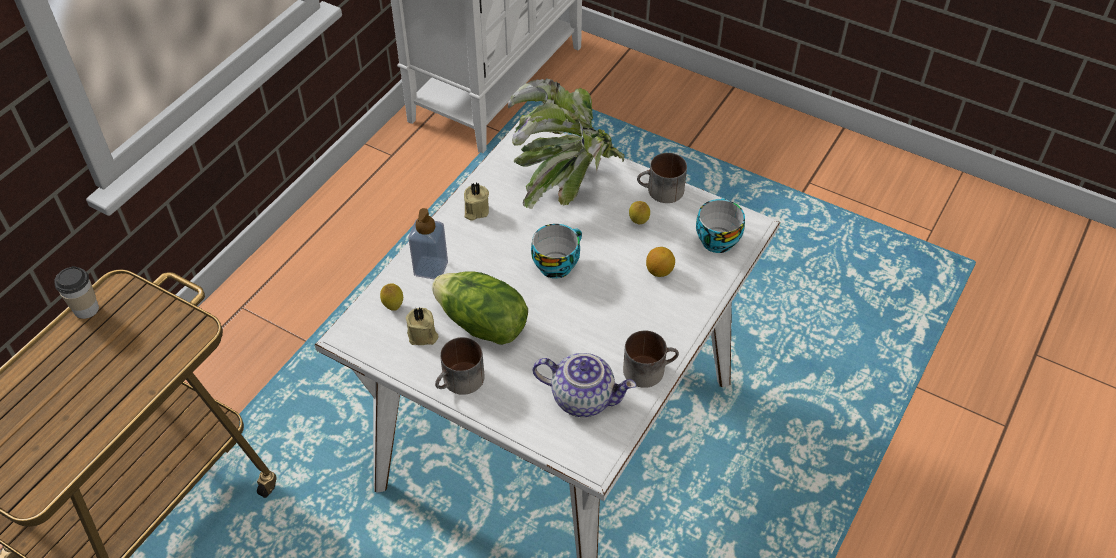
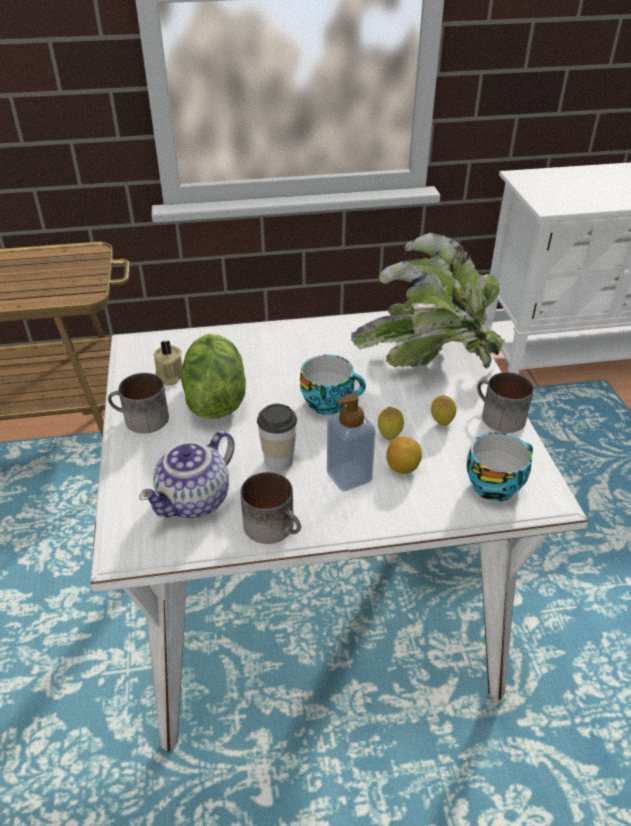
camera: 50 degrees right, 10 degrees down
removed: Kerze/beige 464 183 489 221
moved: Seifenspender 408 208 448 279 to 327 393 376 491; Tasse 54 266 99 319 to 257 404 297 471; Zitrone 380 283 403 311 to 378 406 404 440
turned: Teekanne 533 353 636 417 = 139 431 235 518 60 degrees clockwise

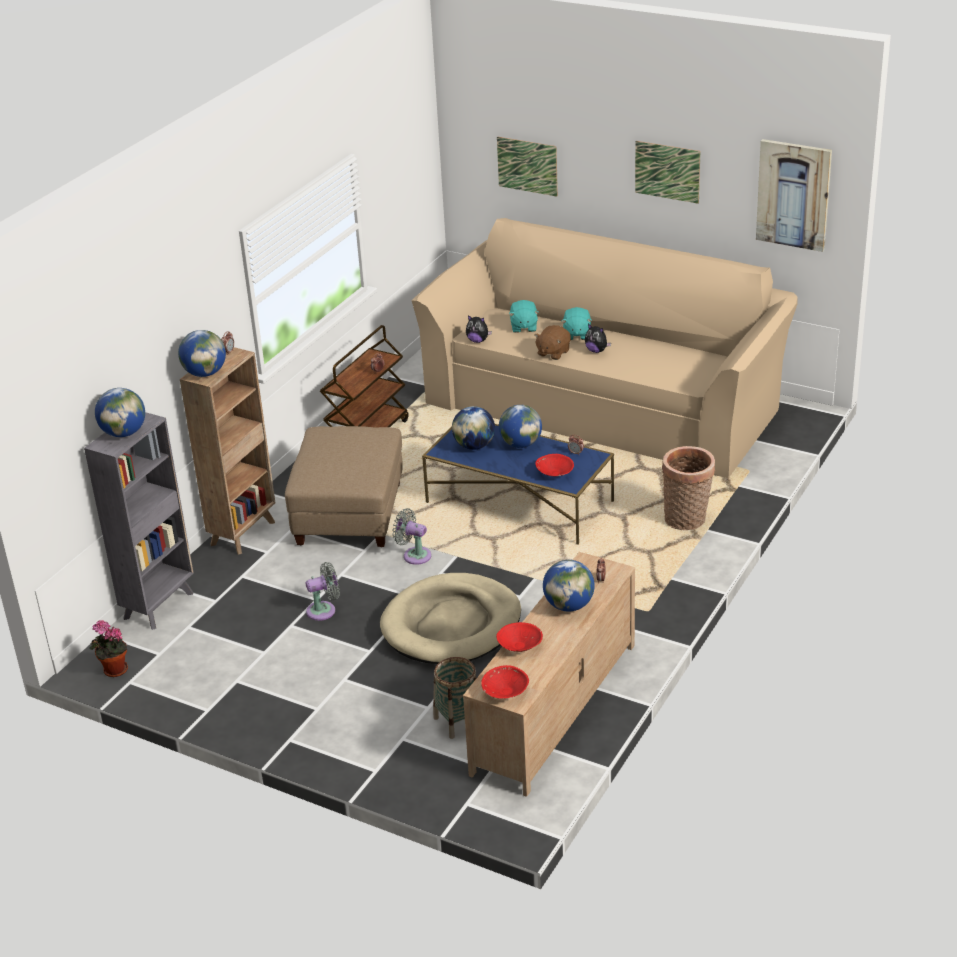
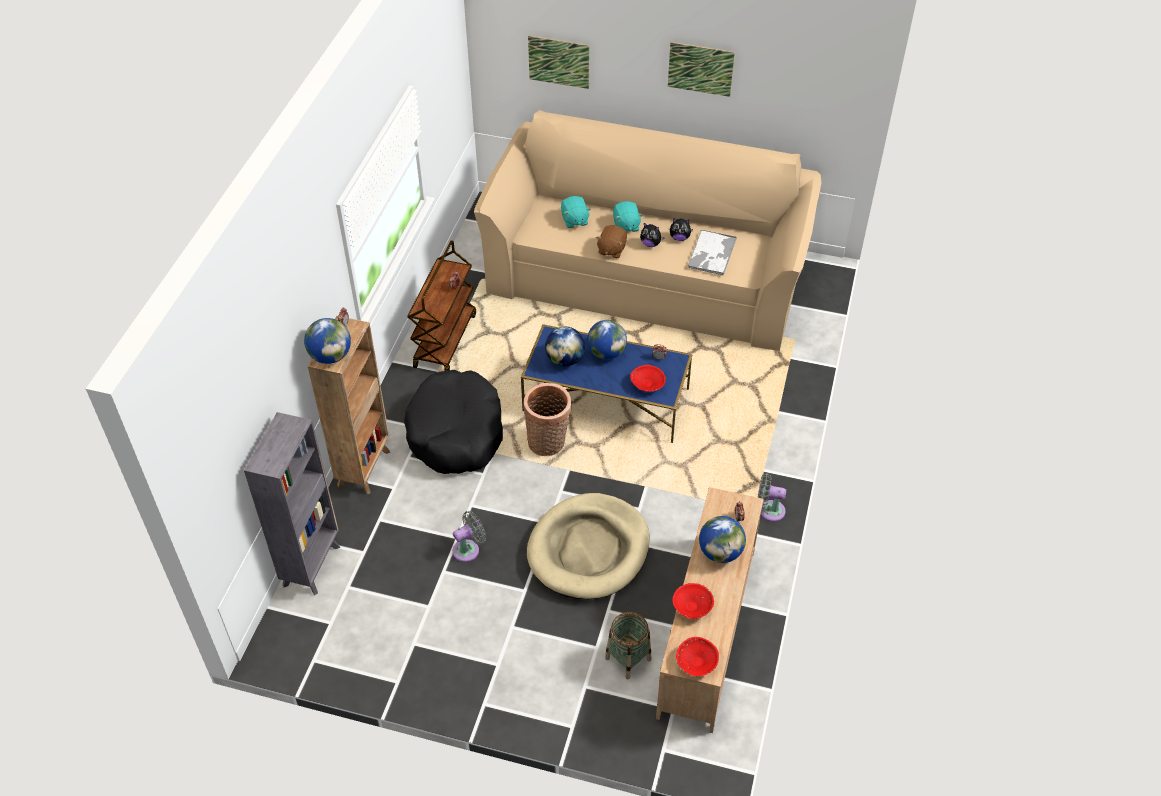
camera: 15 degrees left, 15 degrees up
removed: Bild 756 139 832 252; Globus 95 388 145 437; Topfpflanze 89 620 128 677
added: Tablett 687 230 737 275
moved: Plüschtier 466 315 492 343 to 670 218 693 241; Korb 662 446 715 530 to 523 383 571 456; Ventilator/grau 392 508 431 565 to 758 473 786 522
replaced: Polsterhocker/beige 285 426 403 547 to Hundebett/schwarz 404 370 503 474

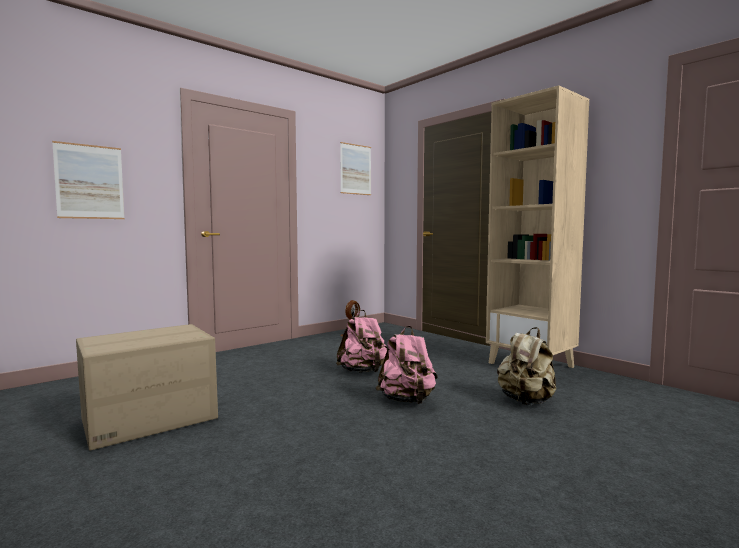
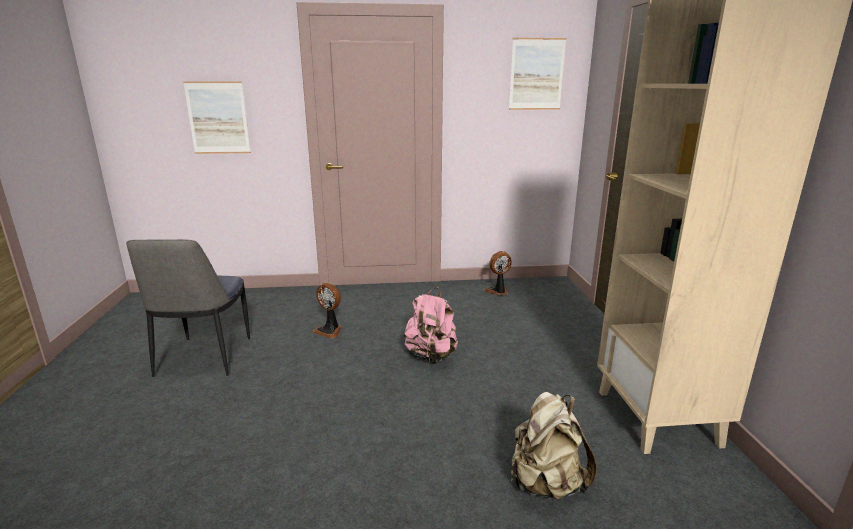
camera: 35 degrees right, 15 degrees up
removed: Rucksack/rosa 376 326 438 404
added: Ventilator 313 283 342 338
replaced: Karton 76 324 218 451 to Stuhl 126 239 250 377

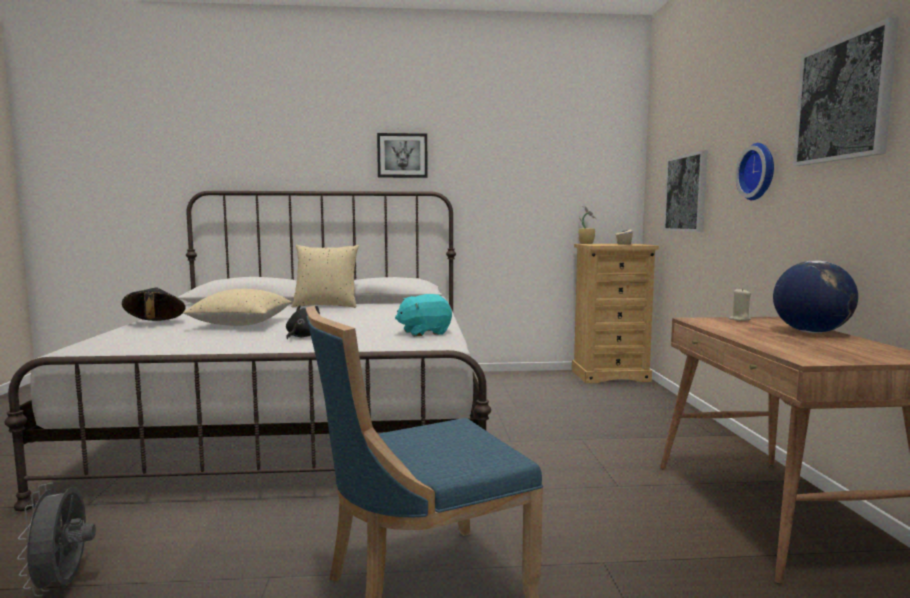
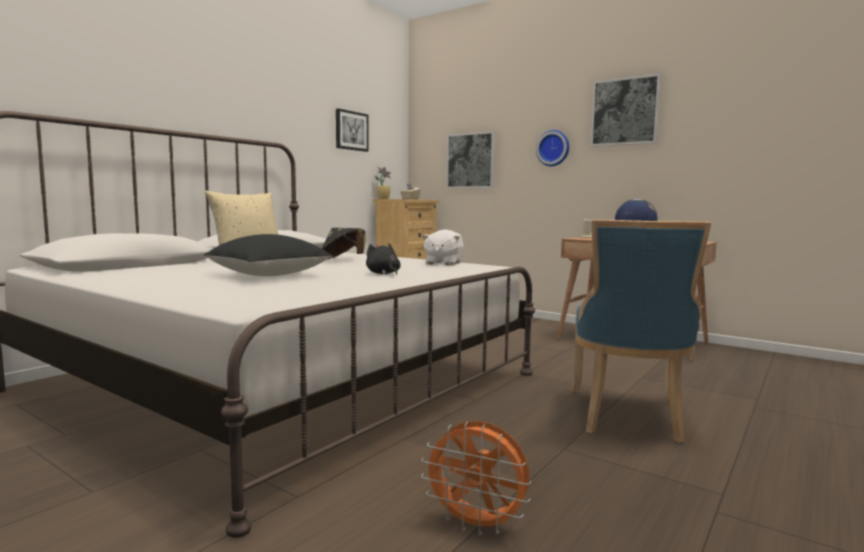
camera: 50 degrees left, 0 degrees up
moved: Bild 377 133 428 178 to 336 108 369 152; Hut/schwarz 122 287 186 321 to 322 228 366 259
recoloured: Kissen/beige 183 289 292 326 to Kissen/schwarz 204 234 333 276; Plüschtier/türkis 395 294 452 337 to Plüschtier/weiß 422 229 464 265; Ventilator/grau 17 483 96 597 to Ventilator/orange 421 421 532 535

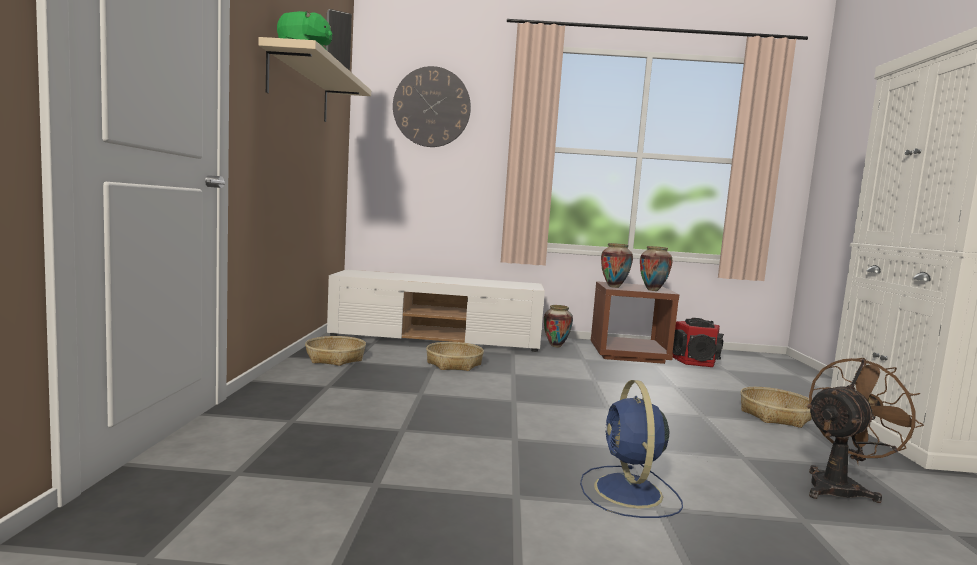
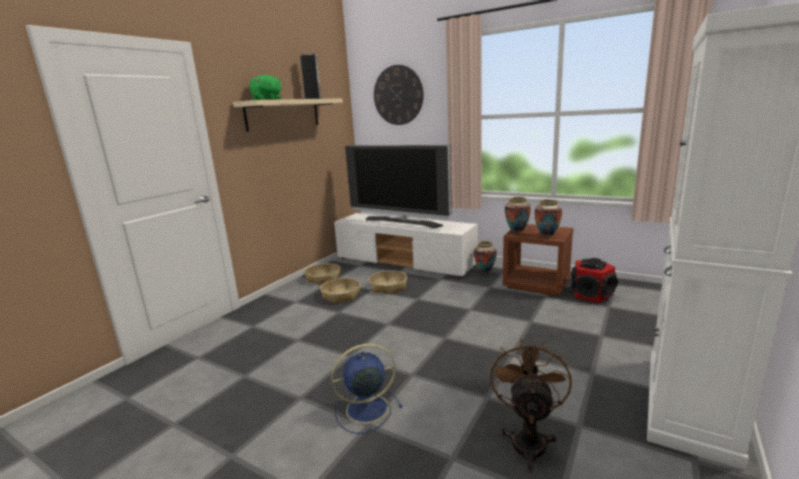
camera: 30 degrees right, 10 degrees up
added: Fernseher 345 145 452 228
moved: Korb 740 387 812 428 to 320 278 360 304
turned: Ventilator/braun 807 358 924 503 = 490 338 572 472 75 degrees counterclockwise; Ventilator/blau 580 380 683 518 = 331 344 402 434 45 degrees clockwise

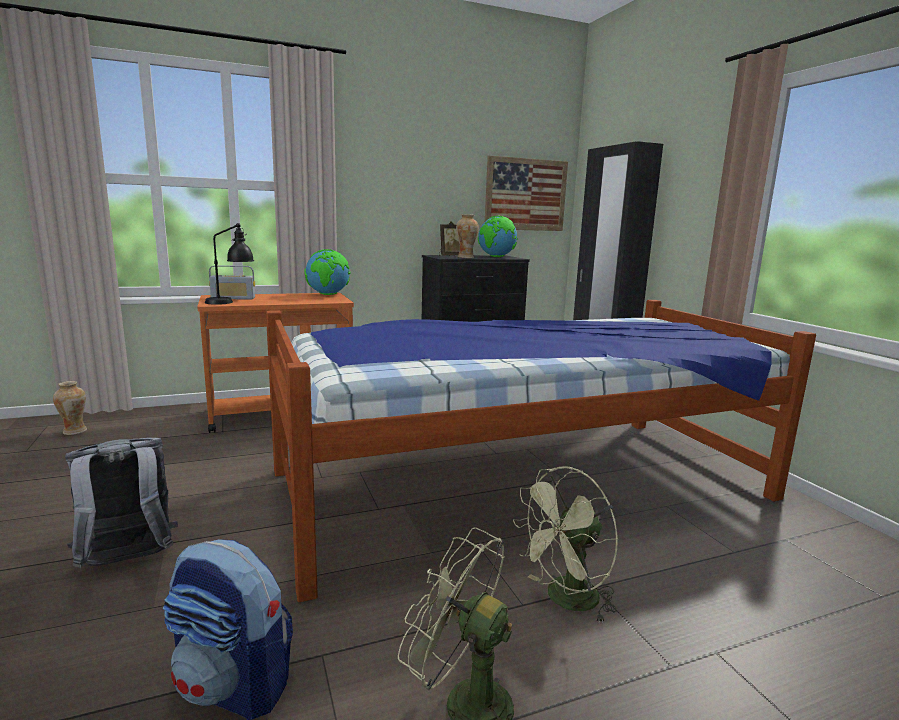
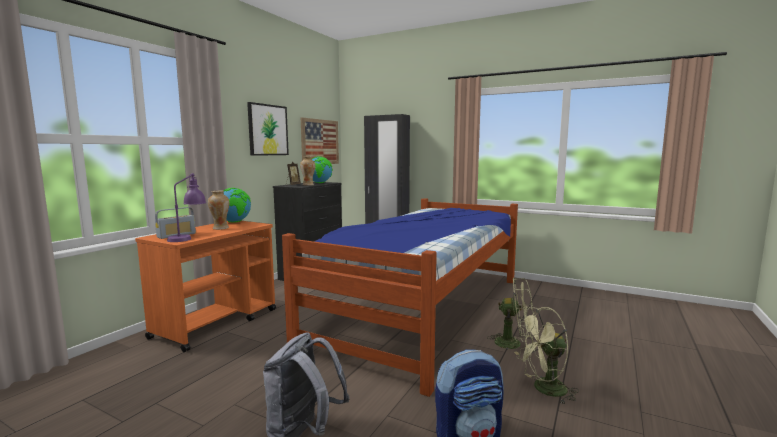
camera: 40 degrees left, 5 degrees down
added: Bild 247 102 289 156
moved: Vase 53 381 87 435 to 208 191 229 230
recoloured: Tischlampe/schwarz 205 223 254 305 to Tischlampe/lila 167 173 207 242
turned: Ventilator/grün 513 466 618 623 = 488 278 534 355 90 degrees counterclockwise

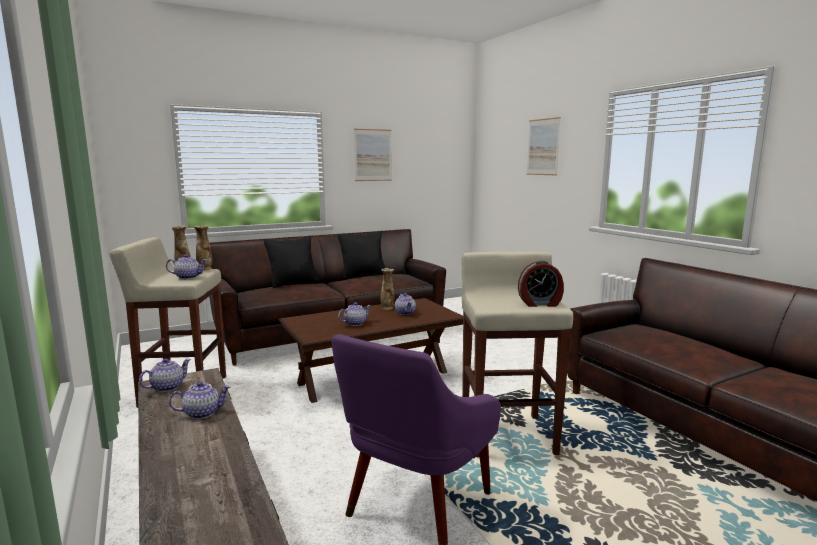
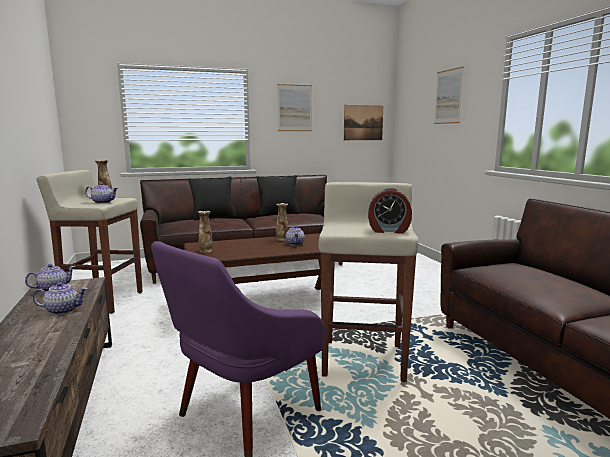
camera: 10 degrees right, 0 degrees up
removed: Teekanne 338 302 371 326
added: Bild 344 105 383 140
moved: Vase 194 225 213 271 to 198 211 213 252

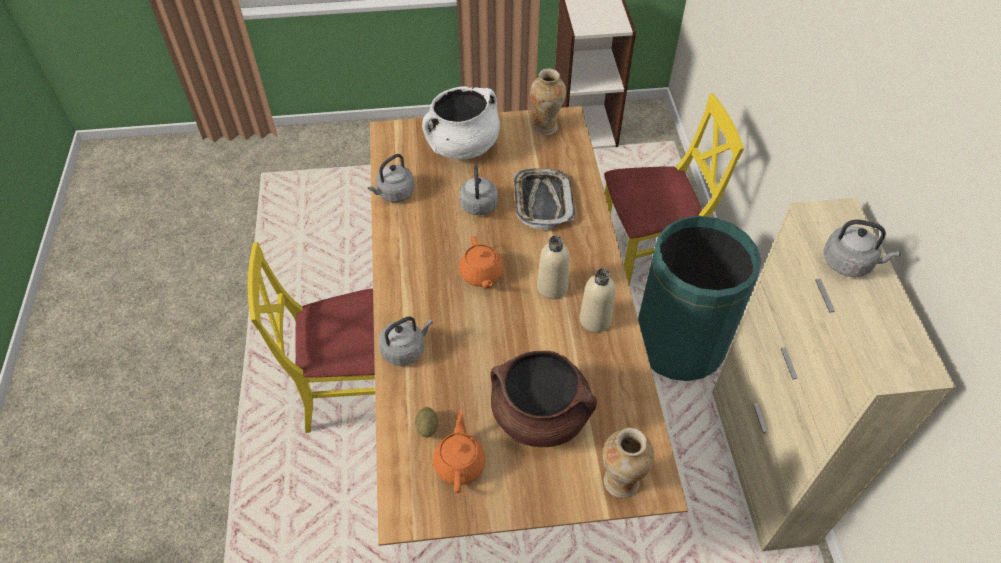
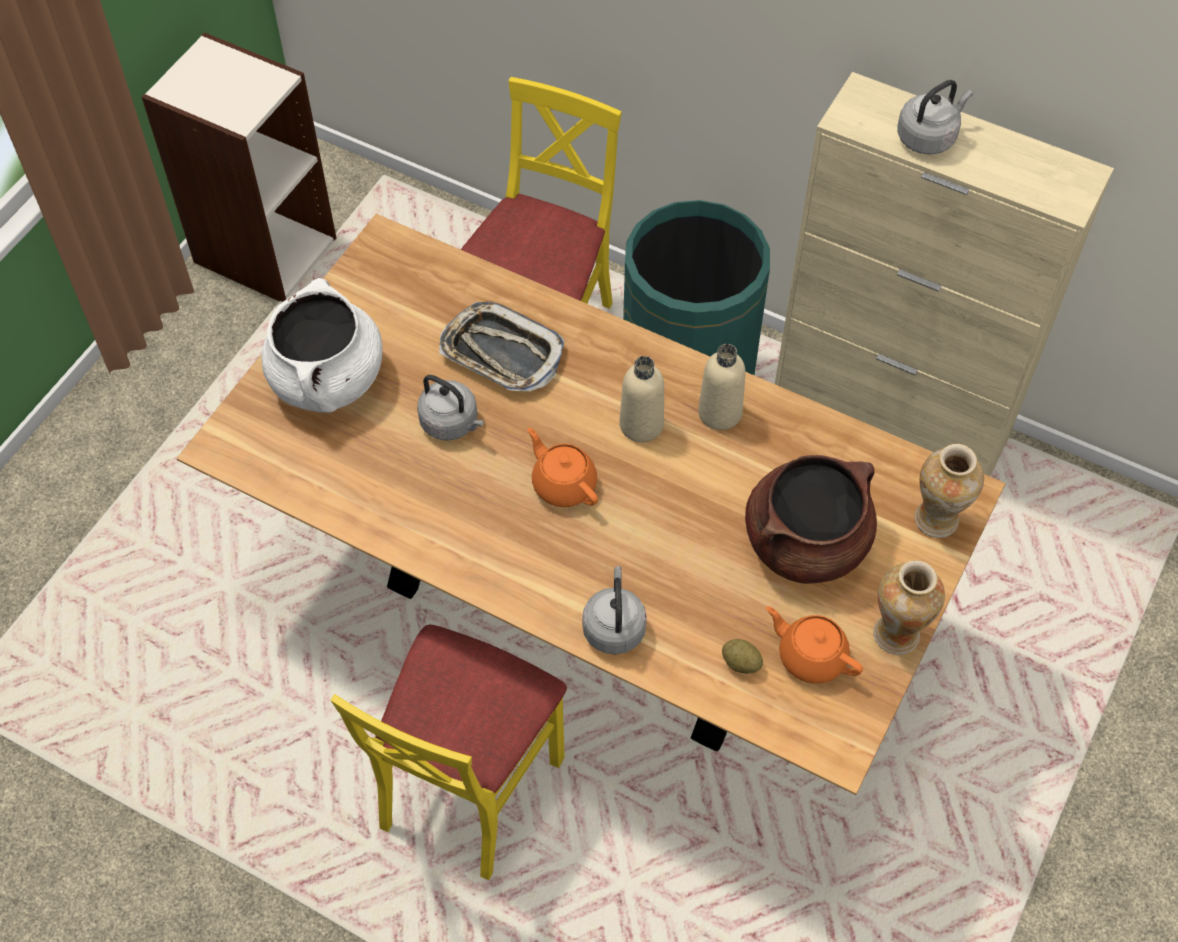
camera: 55 degrees left, 5 degrees up
removed: Wasserkessel/grau 368 154 415 202
moved: Vase 530 69 566 136 to 873 560 945 655
turned: Teekanne/orange 459 236 503 288 = 527 428 598 507 150 degrees counterclockwise

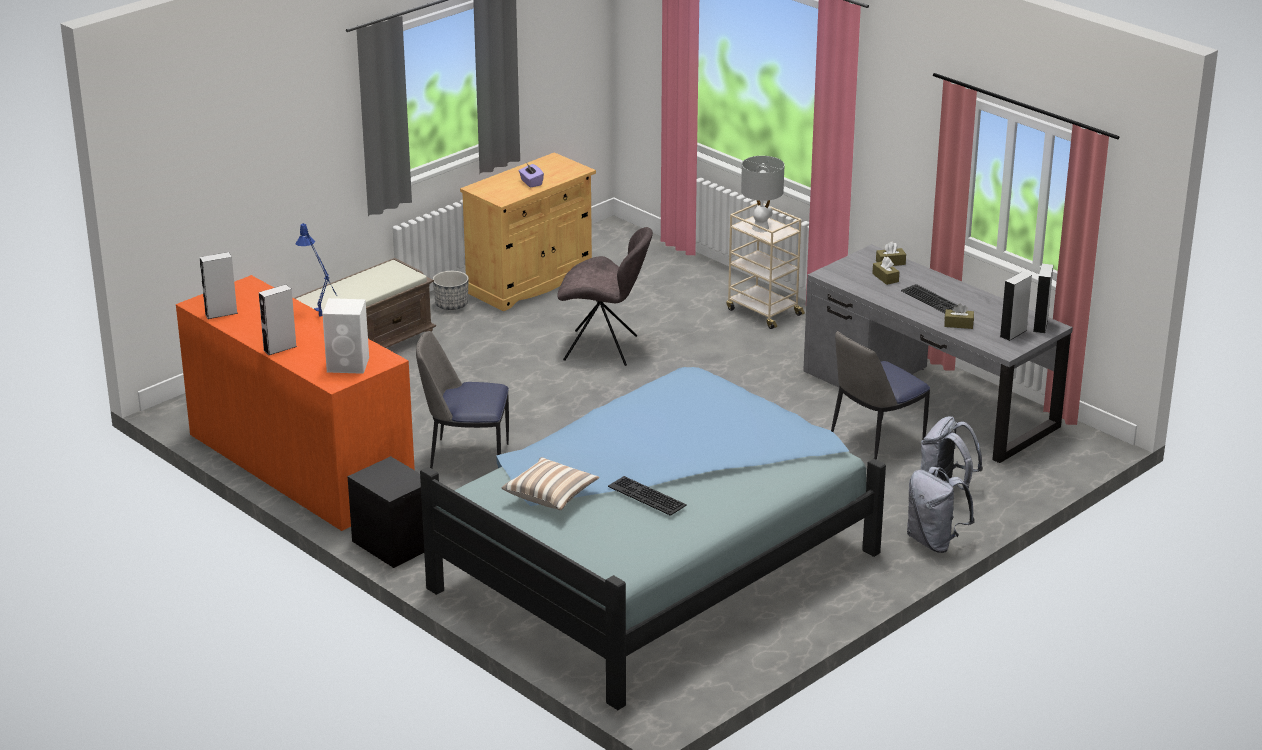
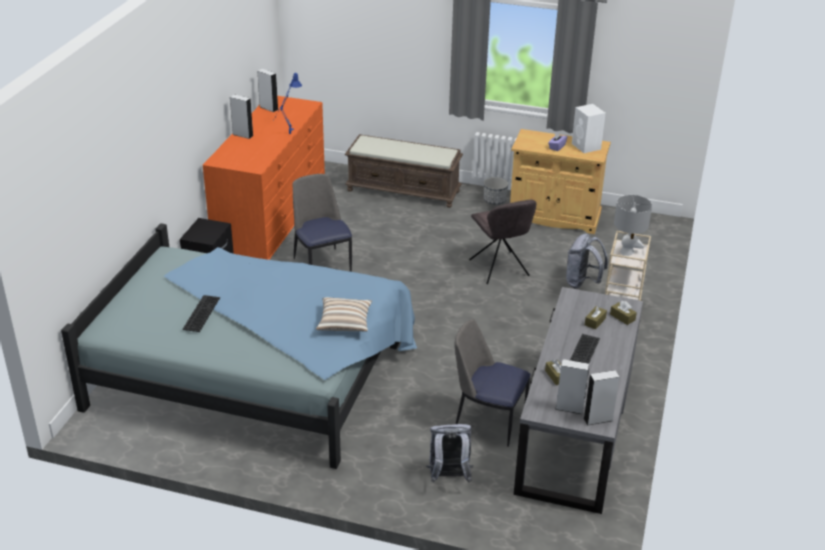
camera: 60 degrees right, 5 degrees up
moved: Lautsprecher/weiß 322 298 369 374 to 572 104 606 153; Kissen 502 457 599 510 to 316 297 372 332; Rucksack/grau 907 467 975 553 to 566 234 608 289

